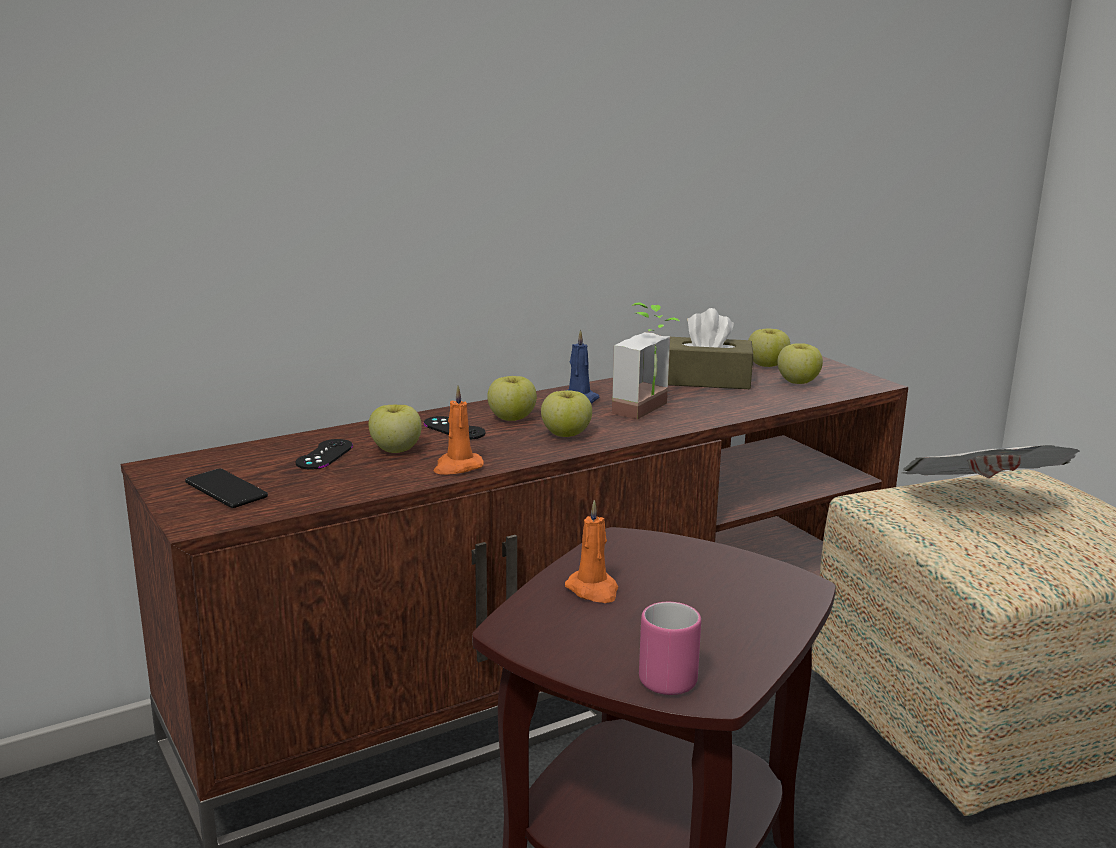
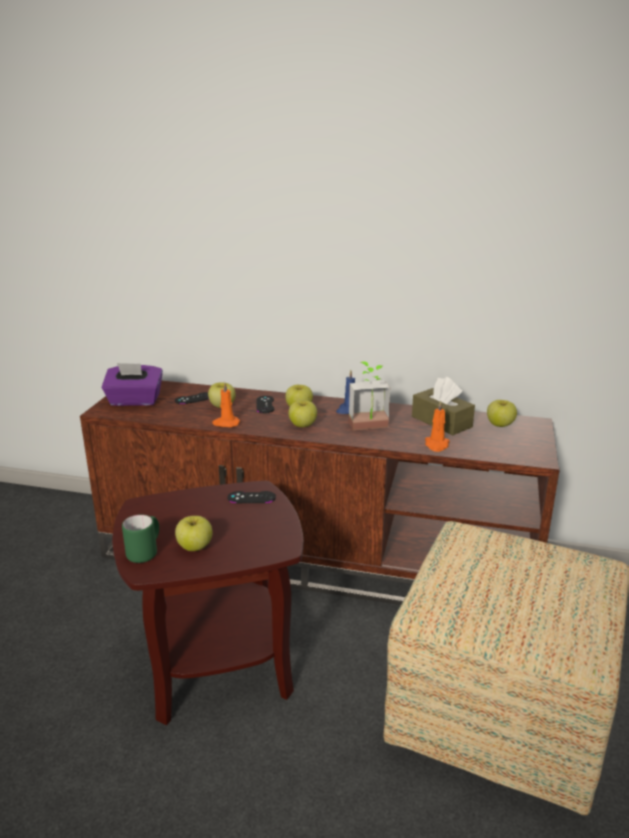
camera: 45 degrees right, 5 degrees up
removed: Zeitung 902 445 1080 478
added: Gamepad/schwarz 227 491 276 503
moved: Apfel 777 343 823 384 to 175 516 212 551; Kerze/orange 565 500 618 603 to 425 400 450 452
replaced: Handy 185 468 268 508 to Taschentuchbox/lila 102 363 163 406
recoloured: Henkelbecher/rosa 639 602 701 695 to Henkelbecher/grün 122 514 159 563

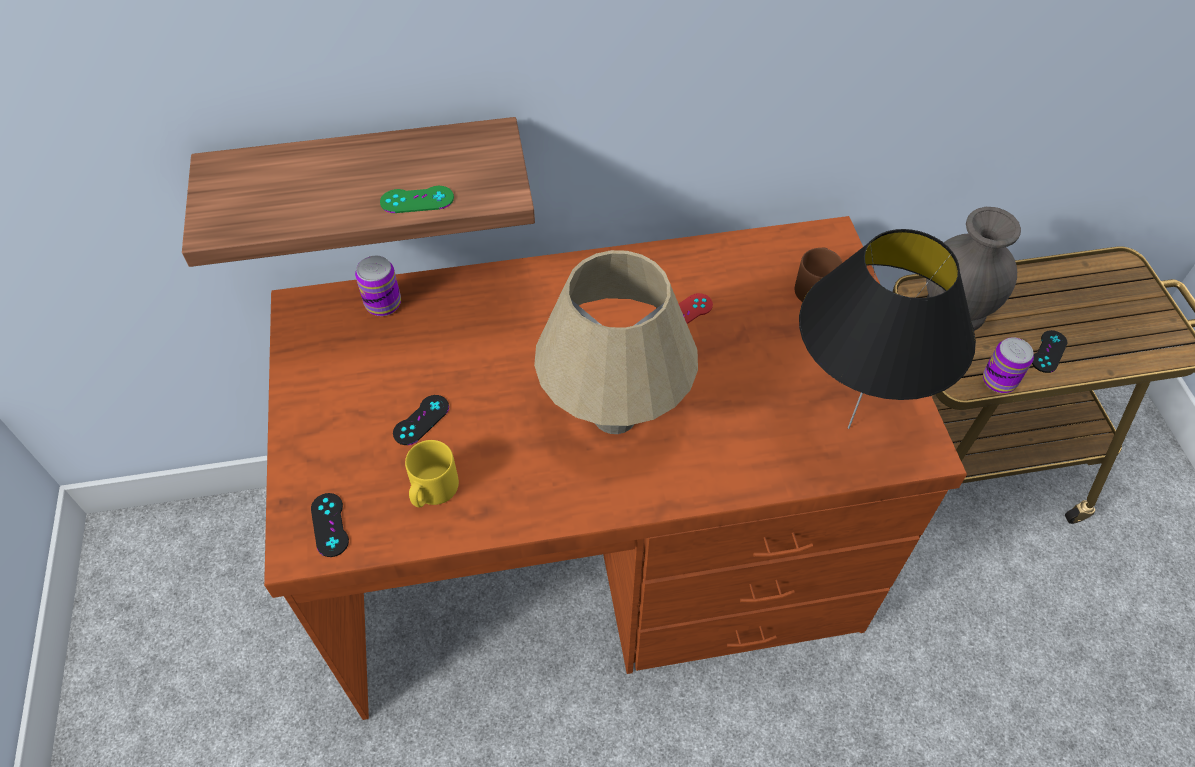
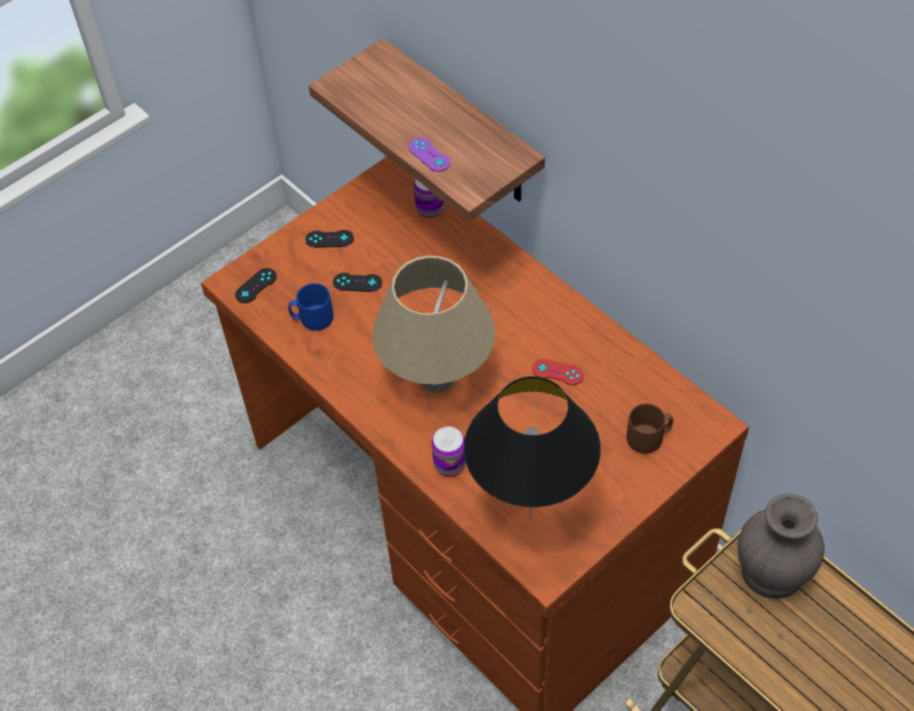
camera: 60 degrees right, 0 degrees up
moved: Gamepad/schwarz 1032 330 1068 373 to 305 230 354 248; Dose 983 338 1034 393 to 431 426 466 476
recoloured: Gamepad/grün 380 186 454 213 to Gamepad/lila 408 137 451 172; Henkelbecher/gelb 405 440 459 508 to Henkelbecher/blau 288 283 334 331

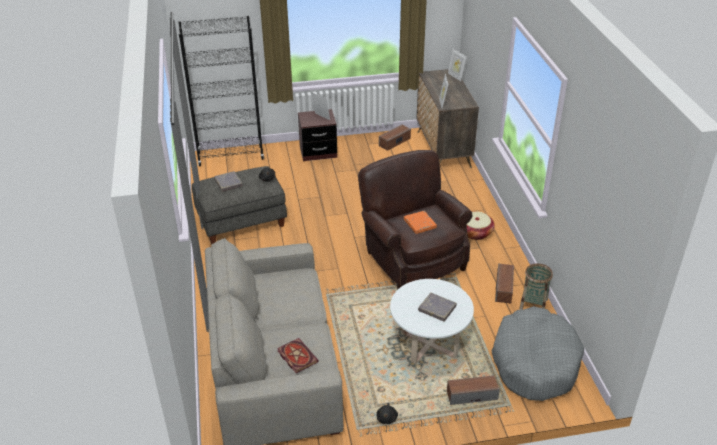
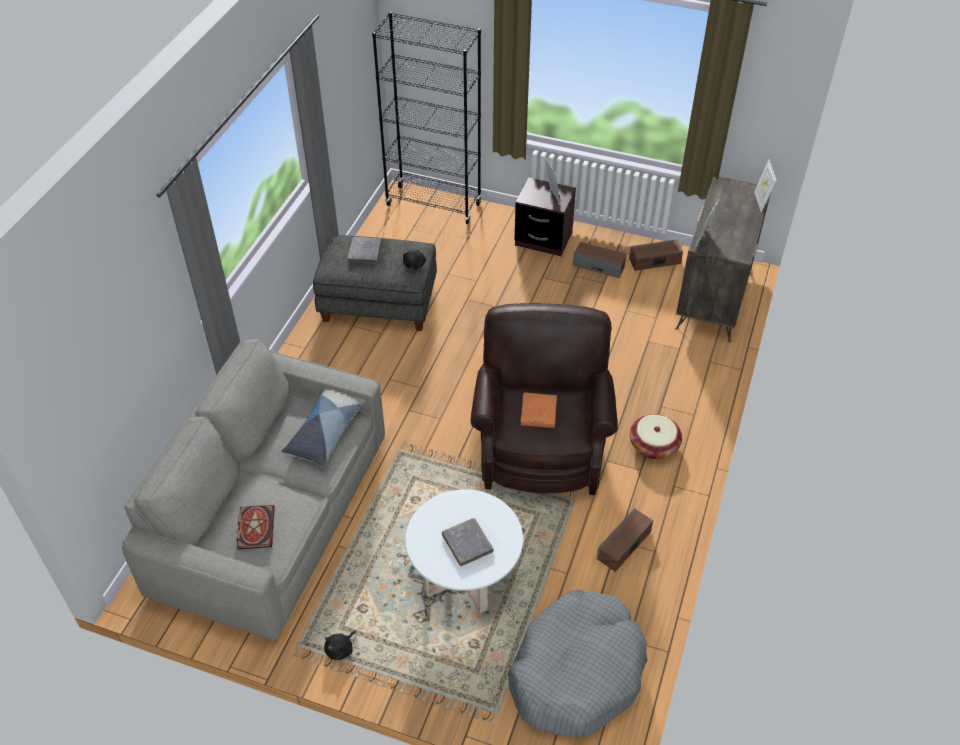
camera: 30 degrees right, 10 degrees up
removed: Korb 519 263 553 309
added: Kissen 281 388 365 467
moved: Lautsprecher 447 375 500 405 to 573 242 626 278

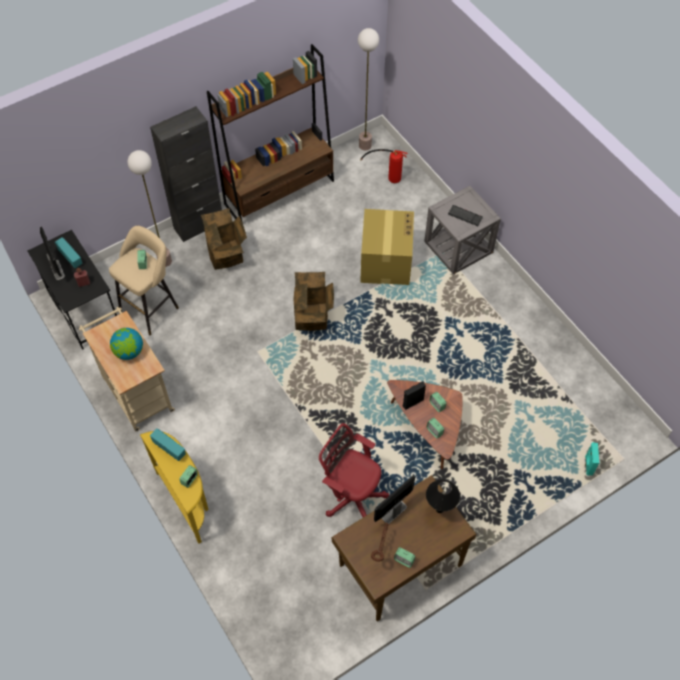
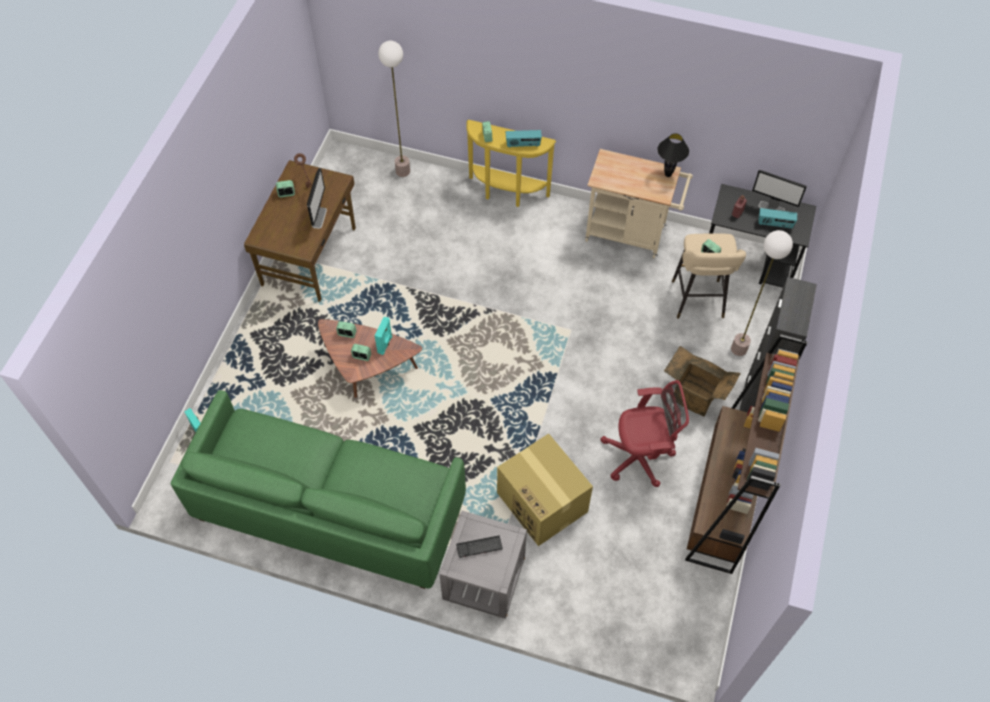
camera: 140 degrees right, 0 degrees up
removed: Feuerlöscher 360 149 407 183; Karton 293 272 334 331; Globus 110 328 143 360
added: Sofa/grün 170 390 466 589
moved: Stehlampe 358 28 379 150 to 378 41 410 177; Bürostuhl/rot 319 423 389 517 to 601 380 689 487; Tischlampe/schwarz 426 479 460 513 to 657 133 689 177
recoloured: Lautsprecher/schwarz 403 381 426 410 to Lautsprecher/türkis 375 317 392 355

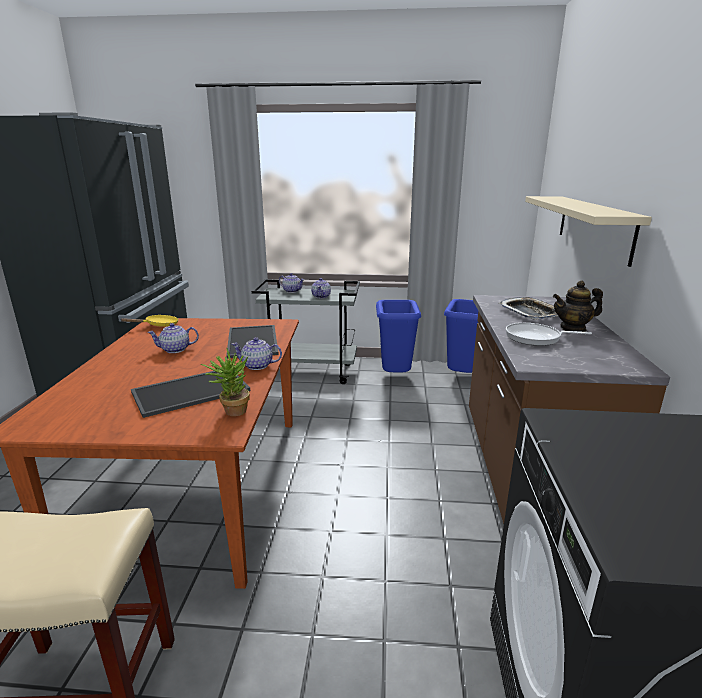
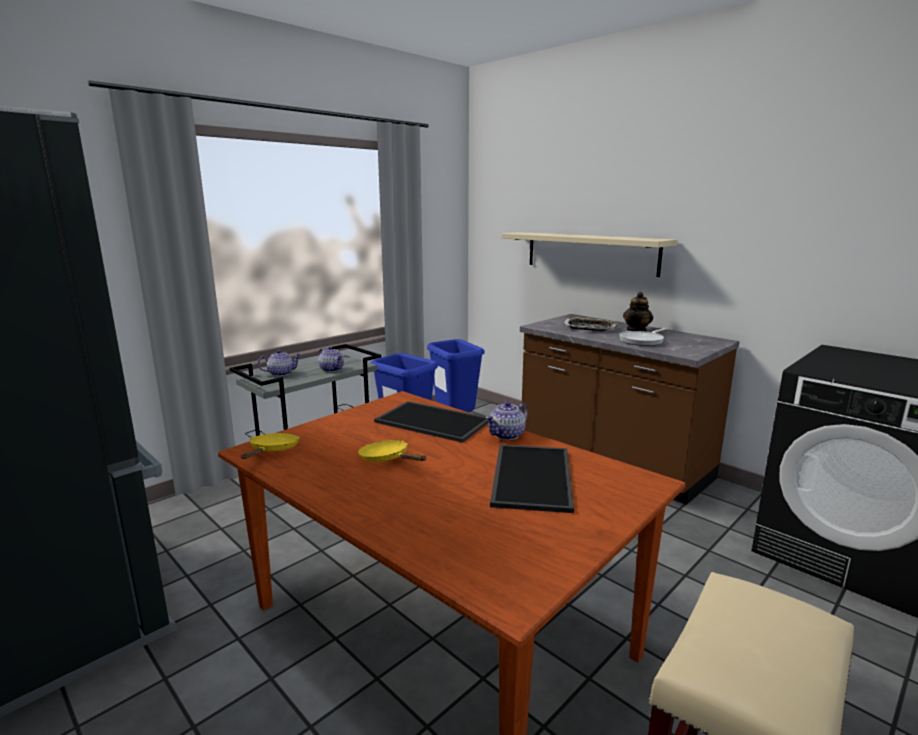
camera: 50 degrees left, 5 degrees down
removed: Topfpflanze 201 348 250 416
replaced: Teekanne 147 323 199 353 to Pfanne/gelb 358 440 426 462

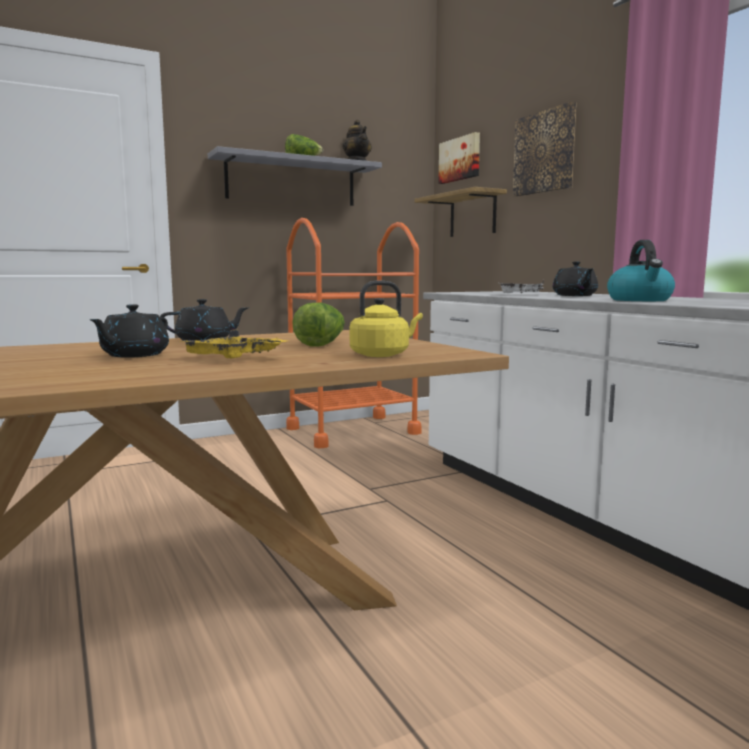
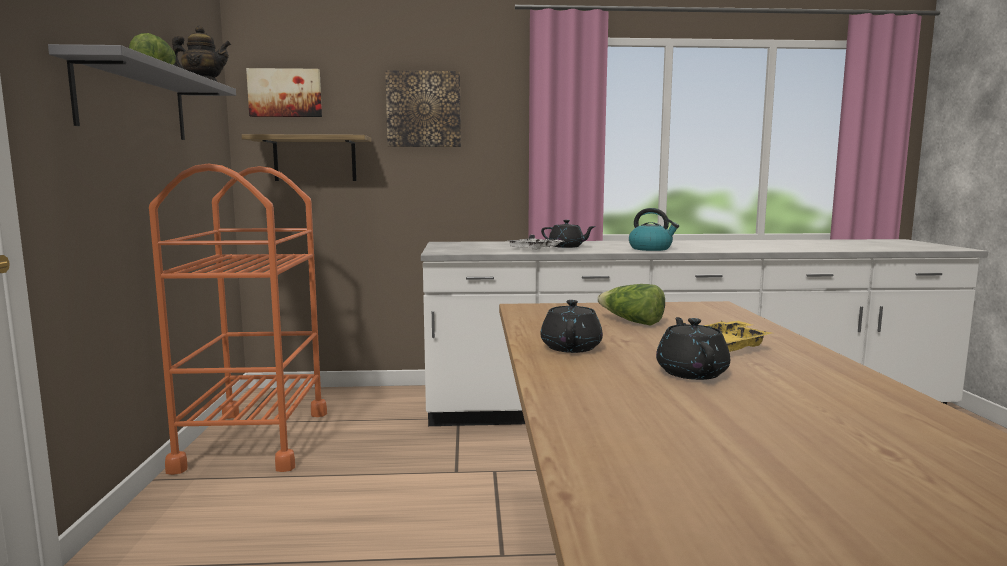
camera: 65 degrees left, 0 degrees up
removed: Wasserkessel/gelb 350 281 423 357
turned: Teekanne/schwarz 89 304 169 358 = 656 317 730 380 135 degrees counterclockwise

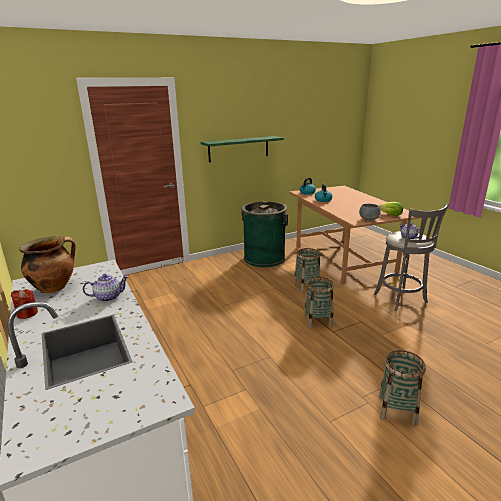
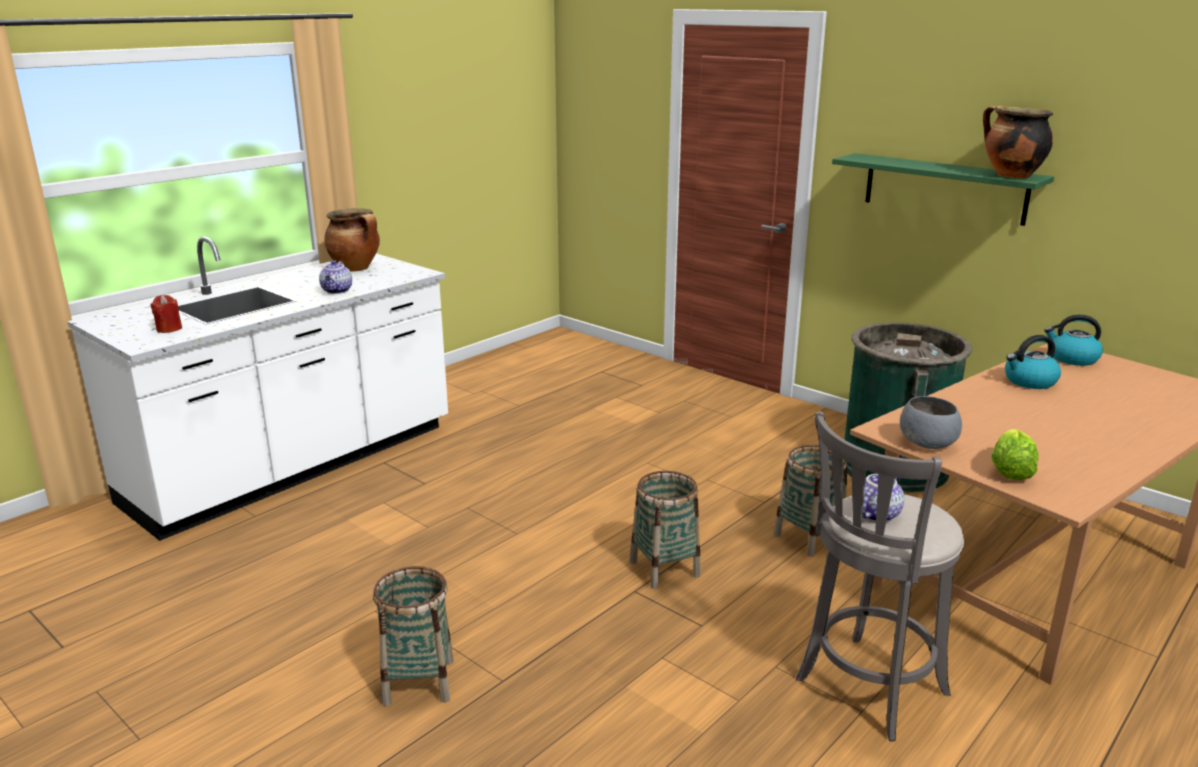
camera: 70 degrees right, 0 degrees up
added: Kochtopf 983 105 1053 179
moved: Kerze/rot 11 289 38 319 to 151 295 182 333
turned: Teekanne 83 274 129 302 = 319 260 352 294 45 degrees clockwise

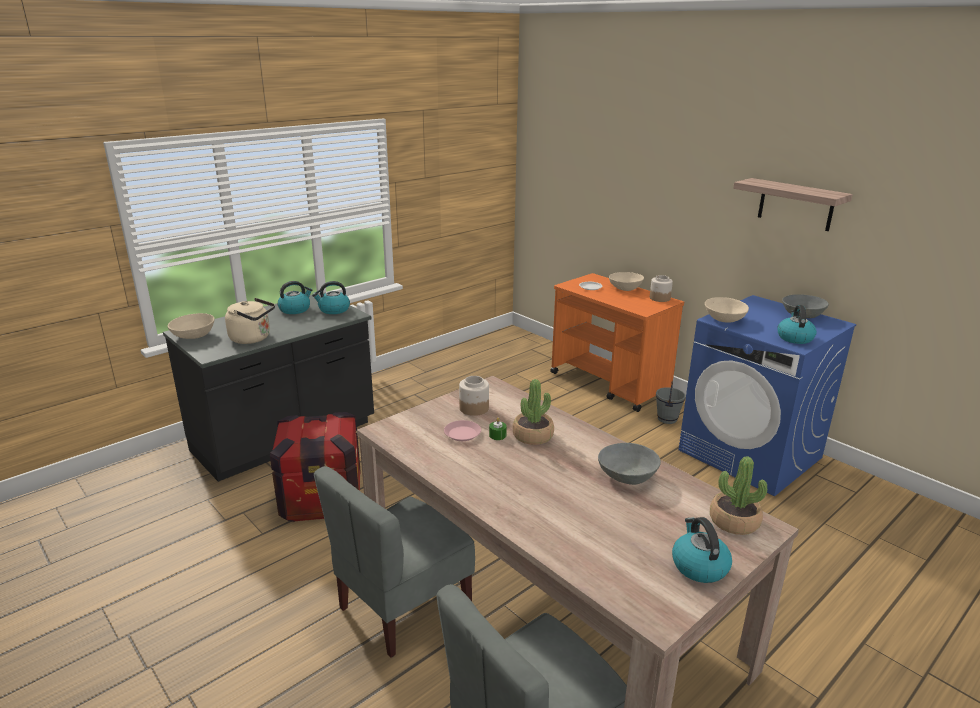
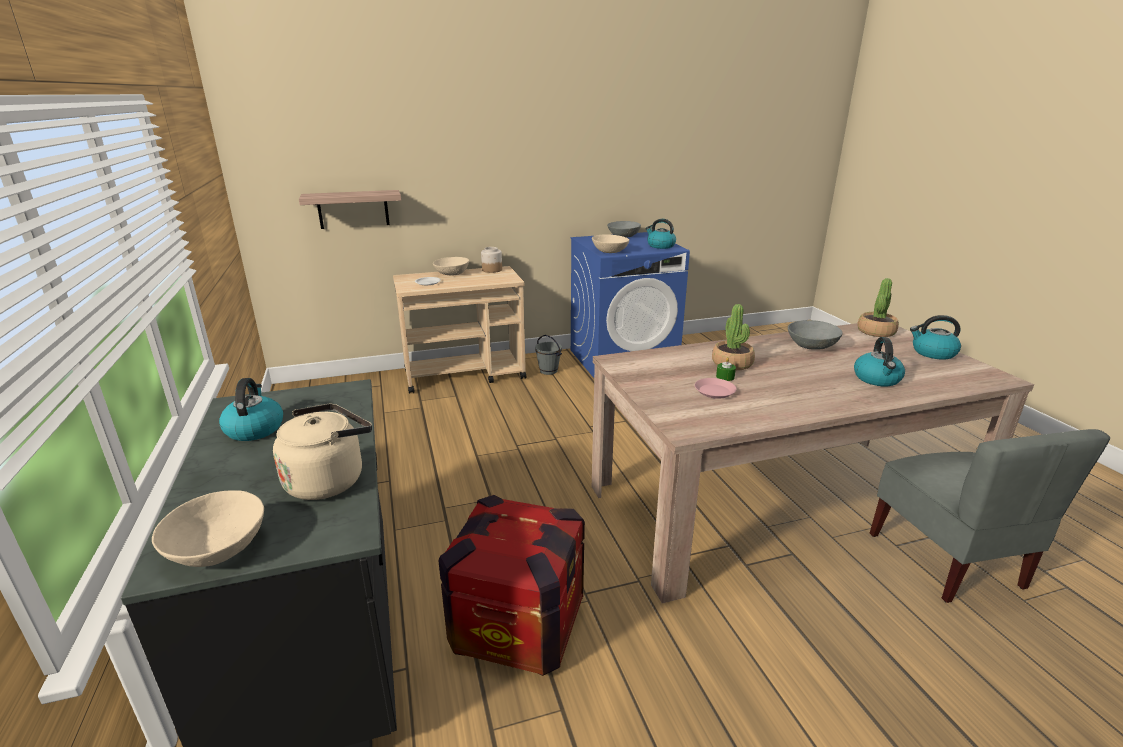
camera: 65 degrees left, 0 degrees up
removed: Vorratsglas 459 376 489 416; Stuhl/grau 314 466 475 658
moved: Wandregal 733 178 853 231 to 299 190 401 229; Wasserkessel 312 281 350 314 to 854 337 905 386
recoloured: Rollwagen/orange 550 273 684 412 to Rollwagen/beige 393 266 526 394

